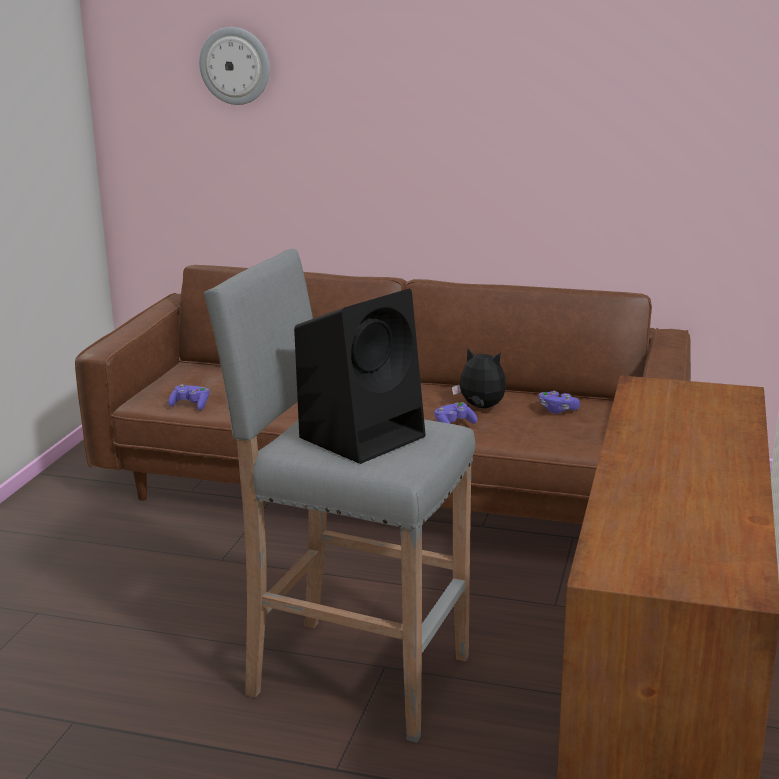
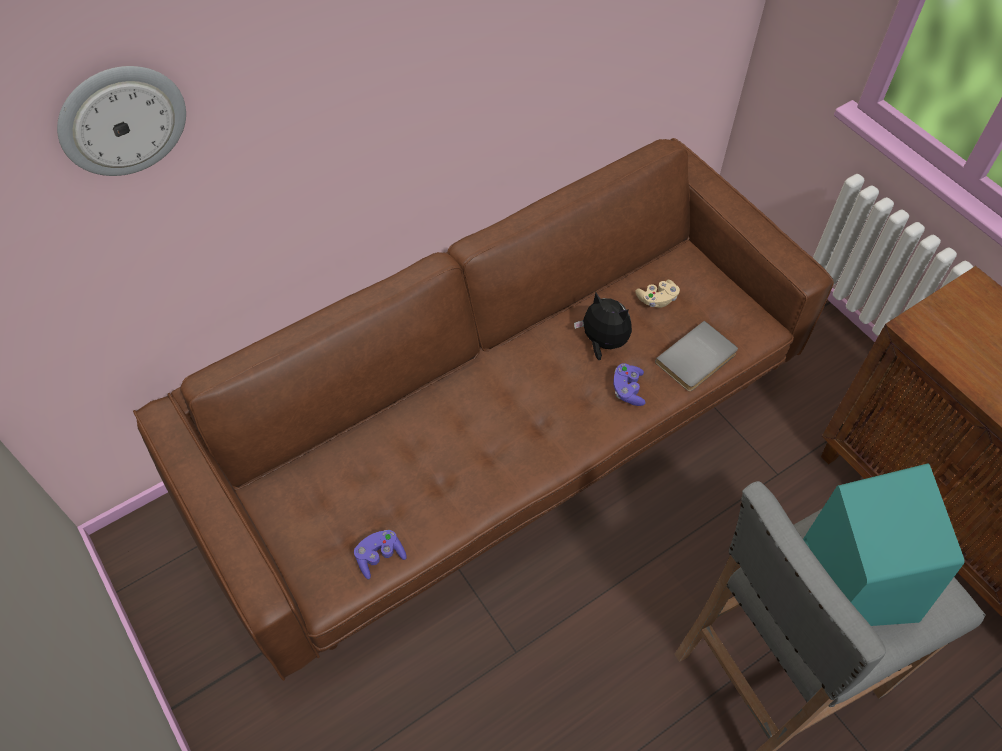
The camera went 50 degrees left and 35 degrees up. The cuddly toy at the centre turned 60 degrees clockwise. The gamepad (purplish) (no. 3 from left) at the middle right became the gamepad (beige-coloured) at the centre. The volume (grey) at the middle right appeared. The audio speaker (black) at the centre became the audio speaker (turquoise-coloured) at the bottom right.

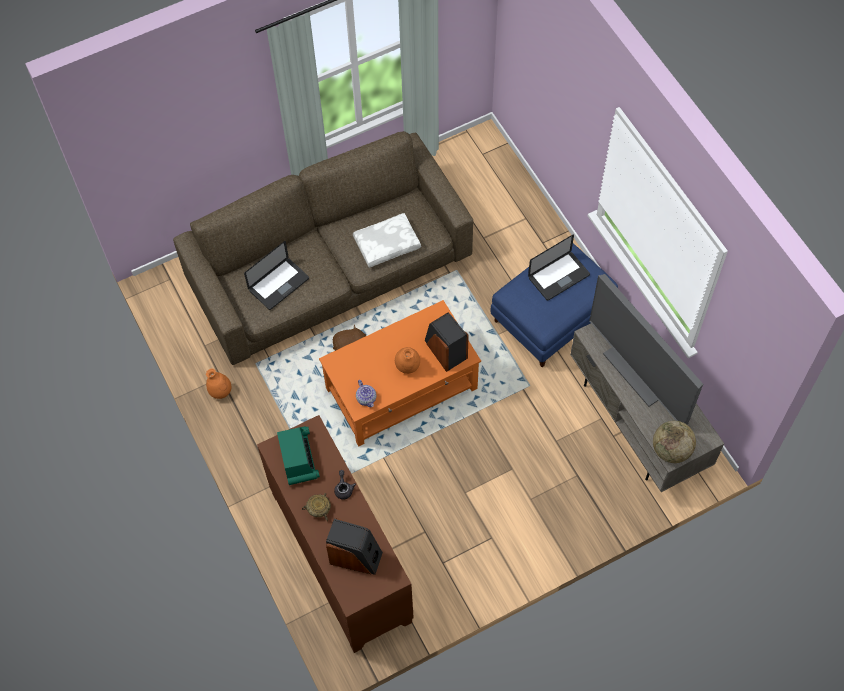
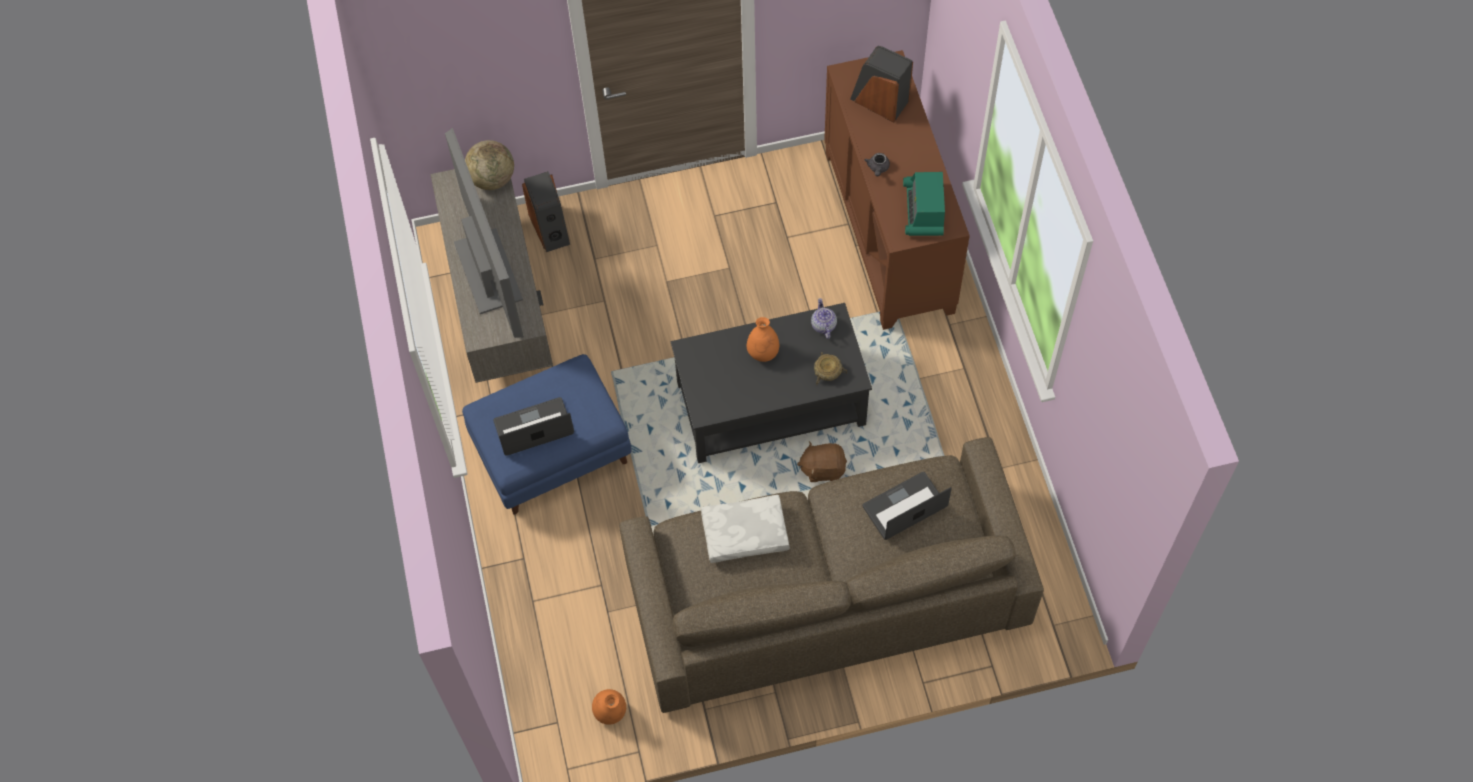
The camera went 165 degrees left and 0 degrees up. The audio speaker (no. 2 from left in the first image) moved from the centre to the top centre. The flower vase (orangey) (no. 1 from left) moved from the middle left to the bottom centre. The coffee table (orangey) at the centre became the coffee table (black) at the centre. The bowl (beige-coloured) moved from the bottom centre to the centre.

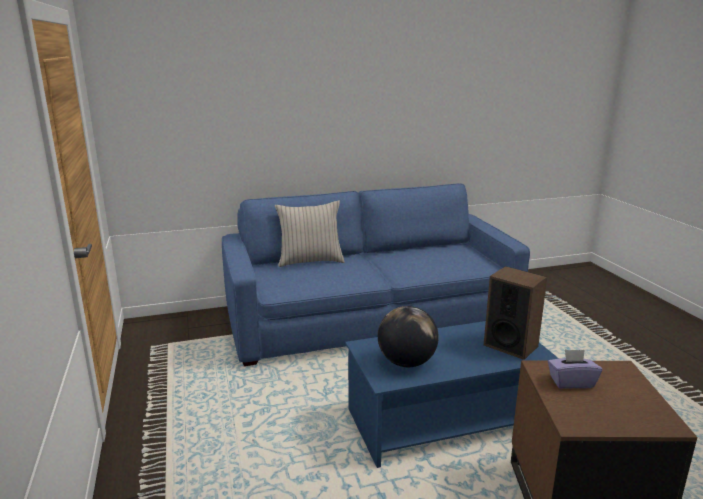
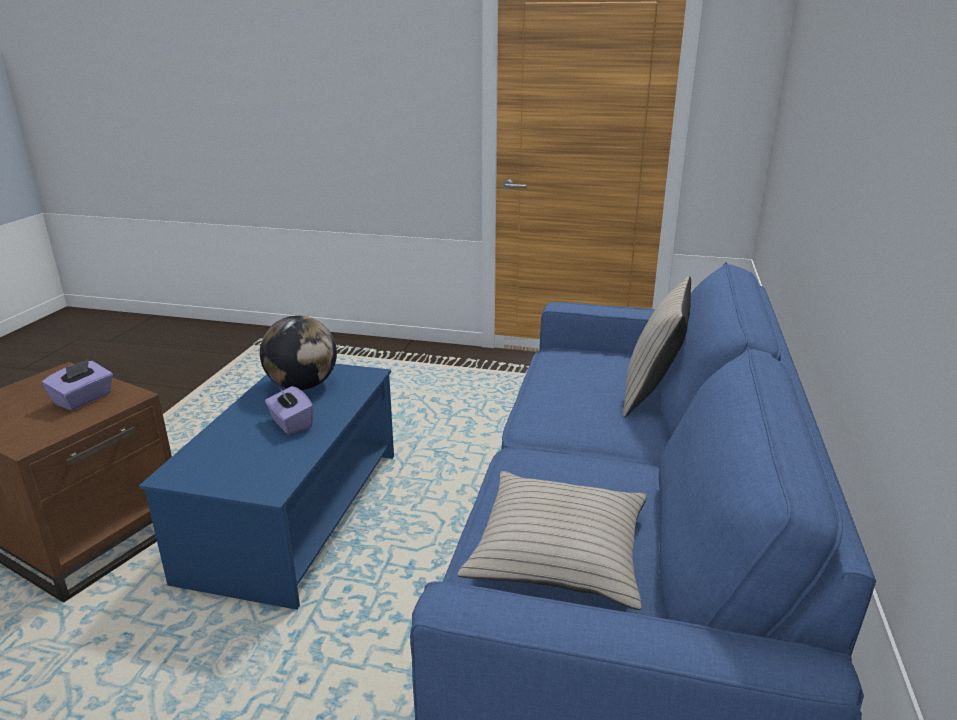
The camera went 120 degrees right and 5 degrees up. The tissue box (purplish) (no. 2 from left) at the middle left appeared. The pillow (beige-coloured) (no. 1 from left) at the bottom centre appeared. The audio speaker at the middle right disappeared.

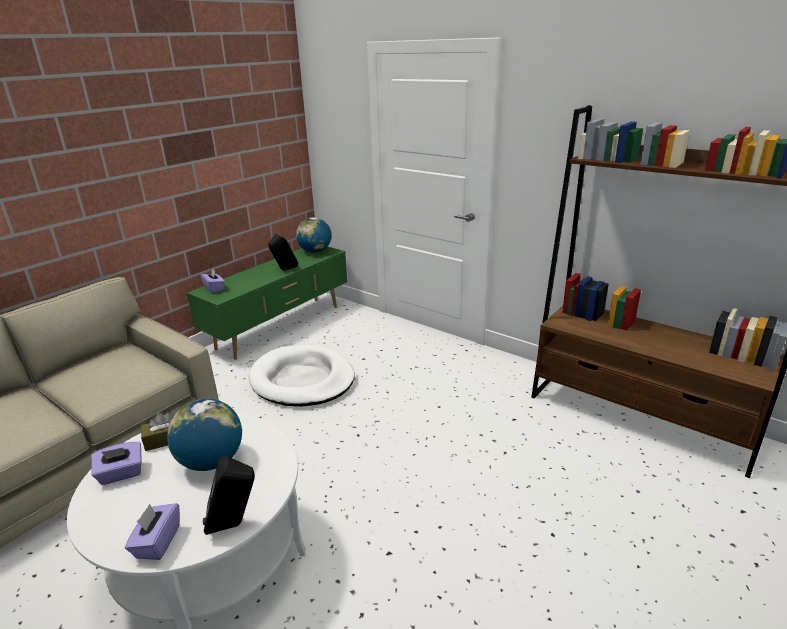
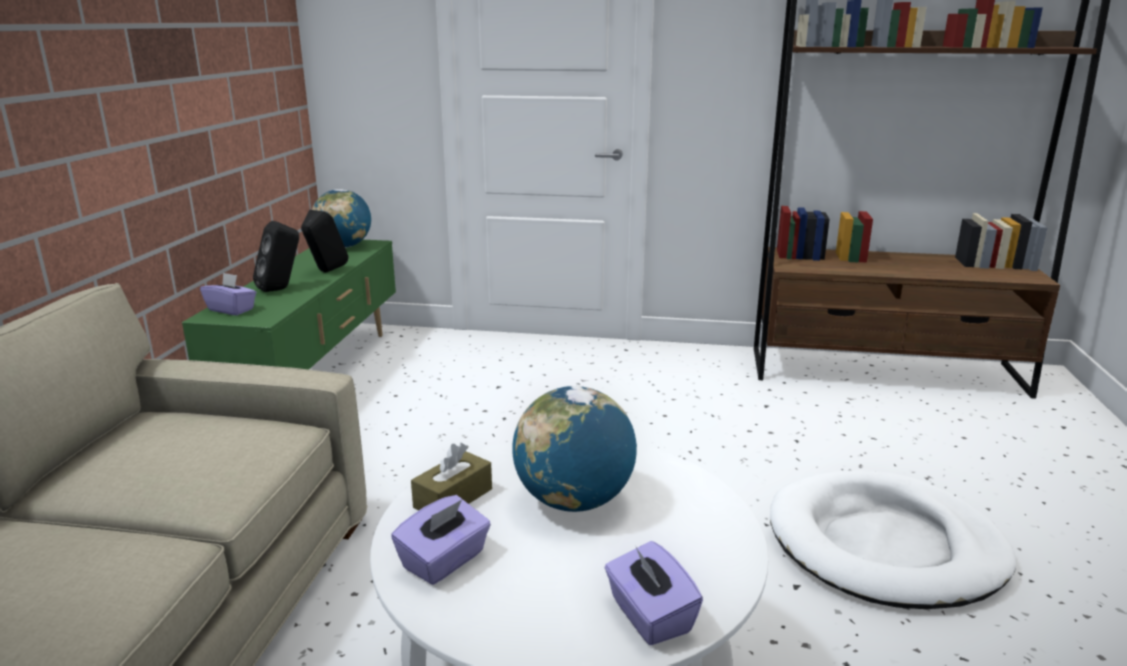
The camera went 30 degrees left and 5 degrees down. The audio speaker (black) (no. 1 from left) moved from the bottom left to the middle left. The dog bed (white) moved from the centre to the bottom right.

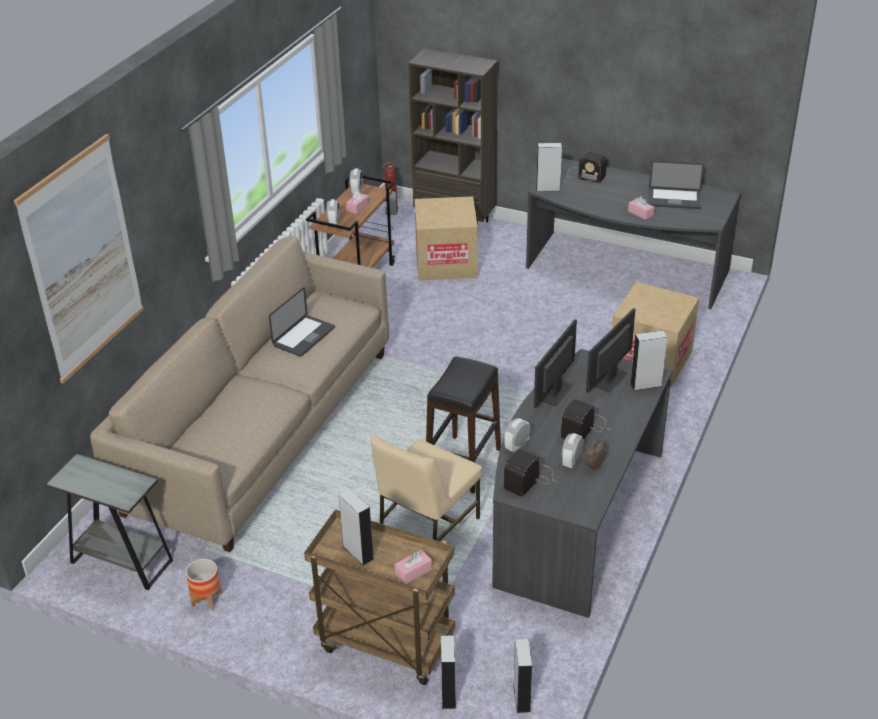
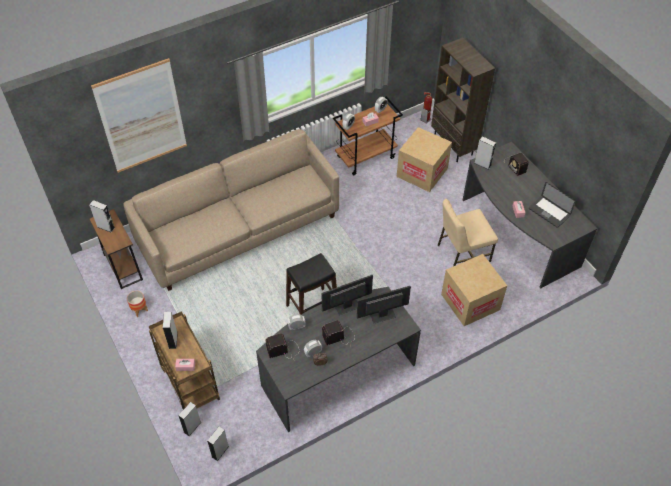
The camera went 35 degrees right and 15 degrees up. The audio speaker (grey) (no. 5 from left in the first image) moved from the middle right to the middle left. The side table (grey) at the bottom left became the side table (brown) at the middle left. The plain chair (beige-coloured) moved from the bottom centre to the middle right. The notebook computer (no. 1 from left) at the centre disappeared.

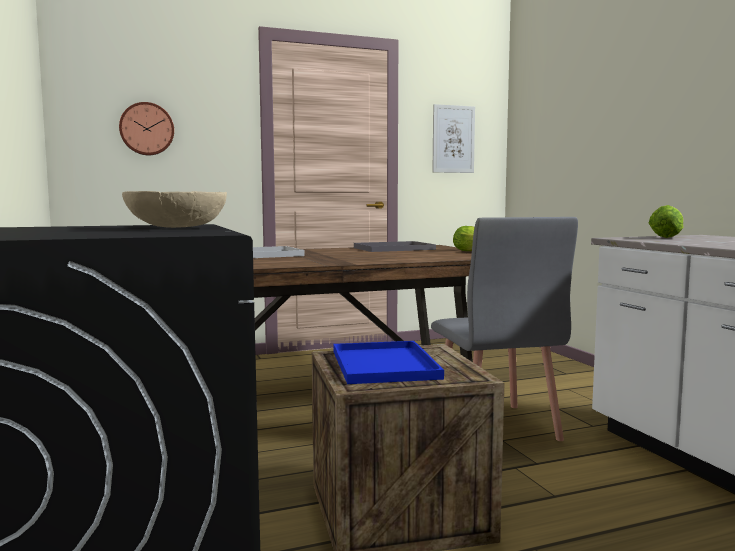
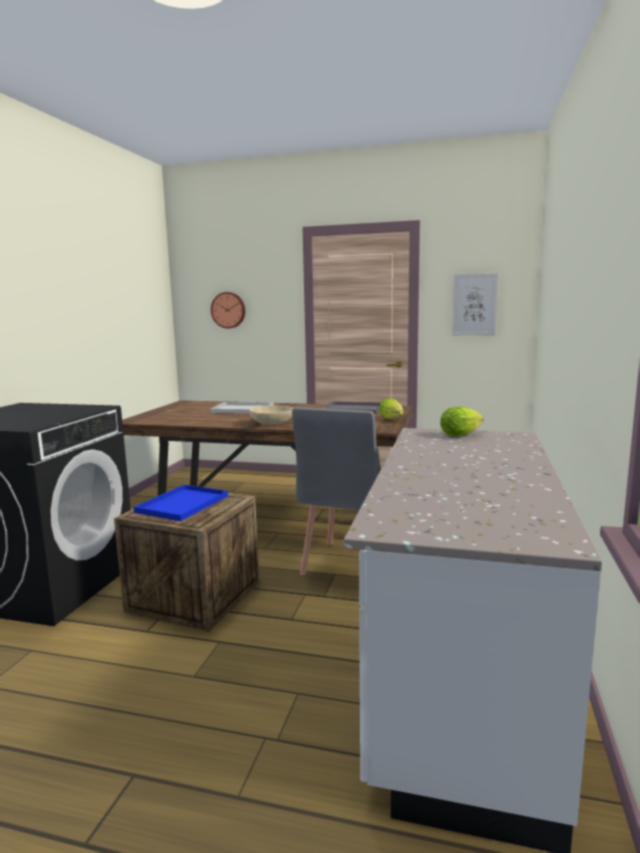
The camera went 35 degrees right and 5 degrees up. The bowl (beige-coloured) moved from the middle left to the centre.

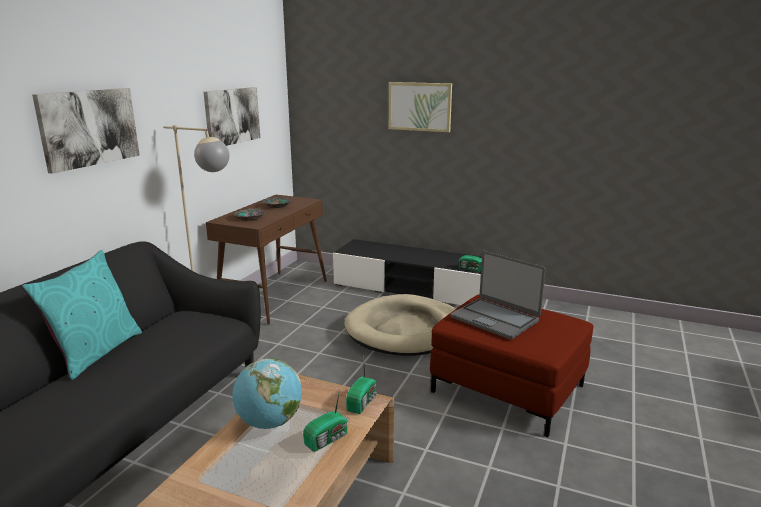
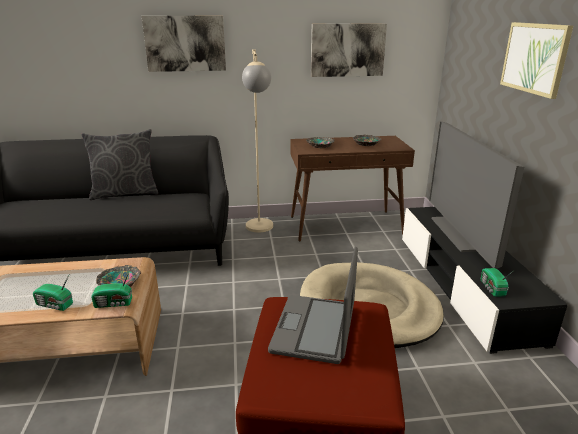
The camera went 60 degrees right and 5 degrees up. The pillow (turquoise-coloured) at the middle left became the pillow (grey) at the middle left. The bowl (no. 1 from left) at the middle left appeared. The TV set at the middle right appeared. The world globe at the bottom centre disappeared.

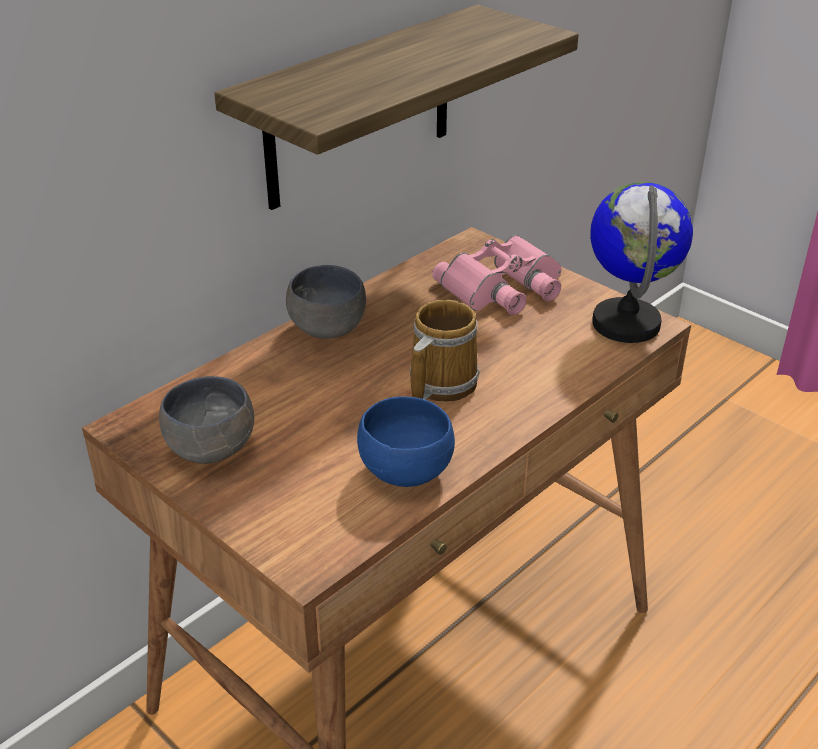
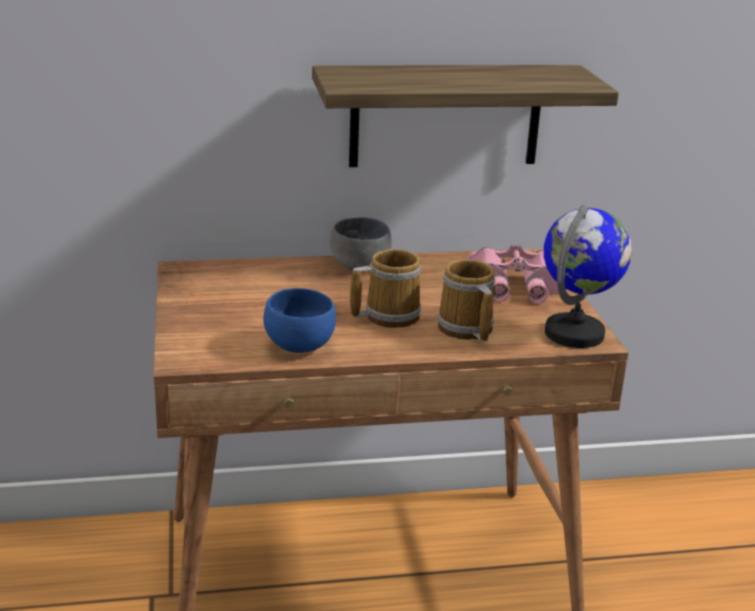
The camera went 35 degrees right and 10 degrees down. The mug (no. 2 from left) at the centre appeared. The bowl (grey) (no. 1 from left) at the middle left disappeared.

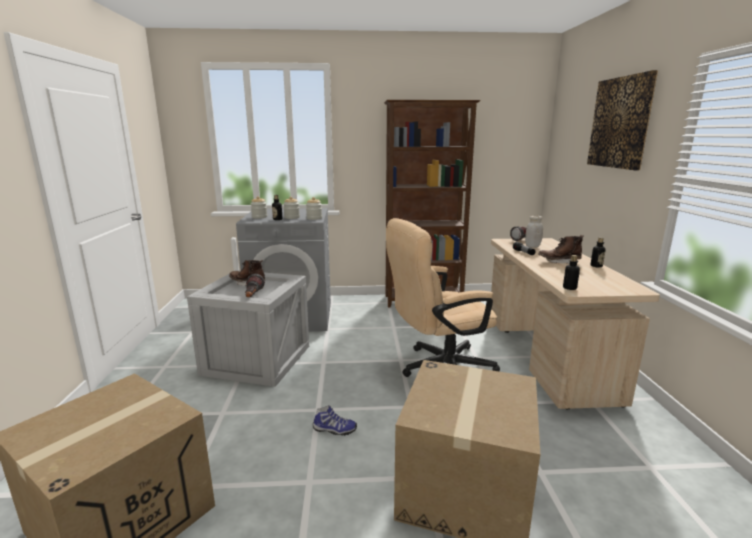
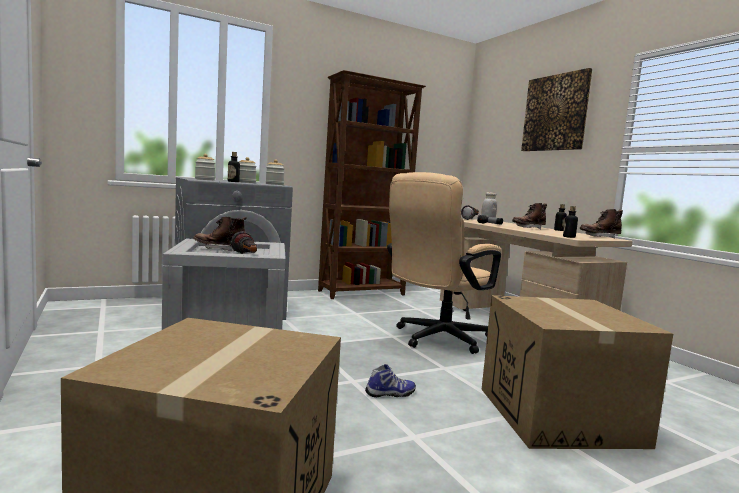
The camera went 25 degrees left and 10 degrees down. The tall boot (brown) (no. 3 from left) at the middle right appeared.

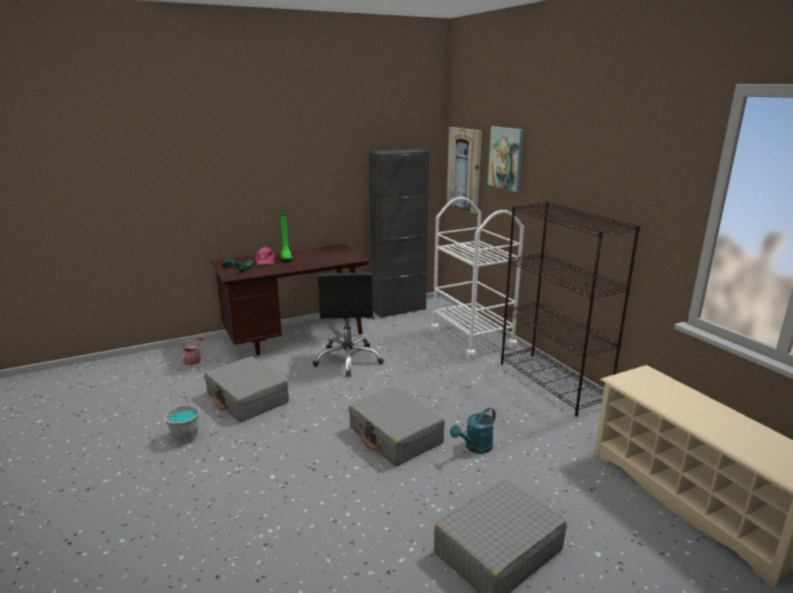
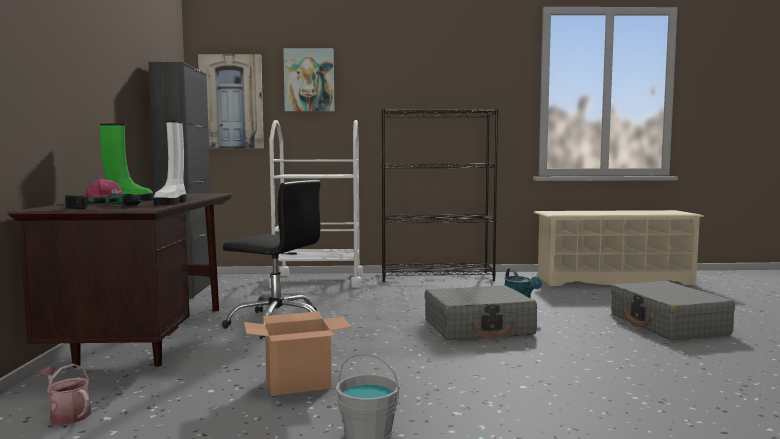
The camera went 65 degrees left and 15 degrees down. The tall boot (white) at the middle left appeared. The travel case (grey) (no. 1 from left) at the middle left was replaced by the cardboard box at the bottom centre.

